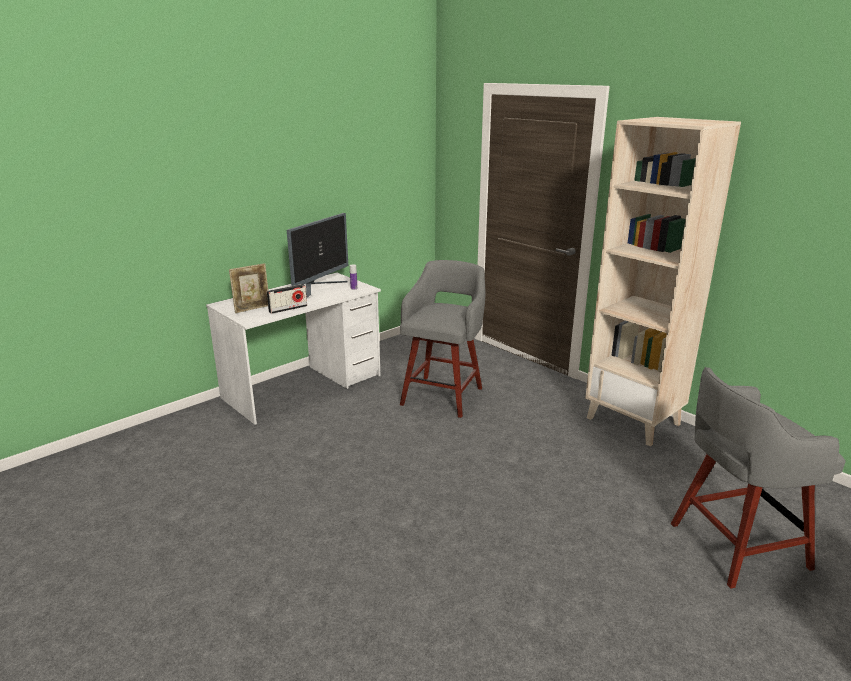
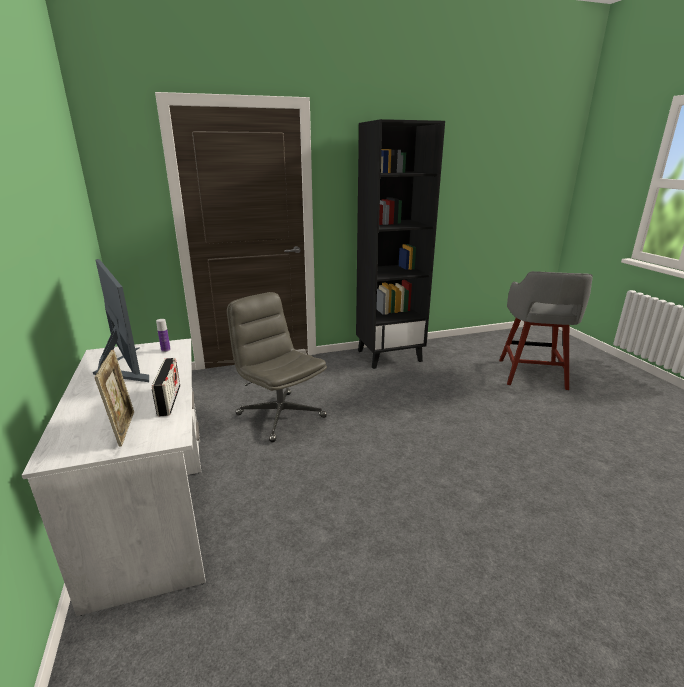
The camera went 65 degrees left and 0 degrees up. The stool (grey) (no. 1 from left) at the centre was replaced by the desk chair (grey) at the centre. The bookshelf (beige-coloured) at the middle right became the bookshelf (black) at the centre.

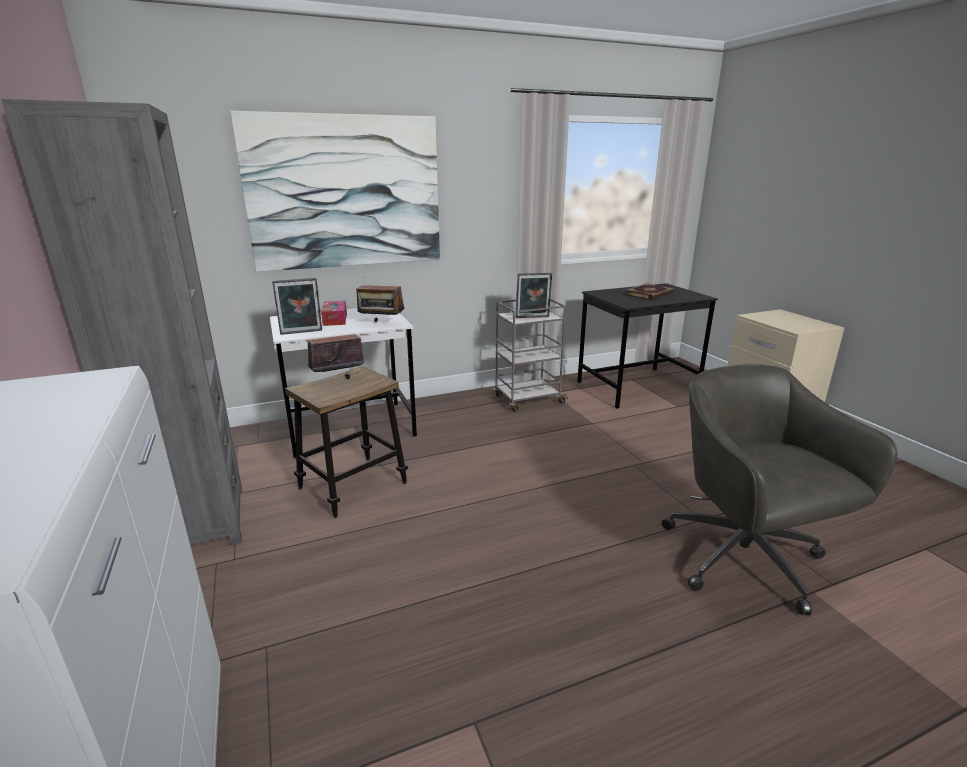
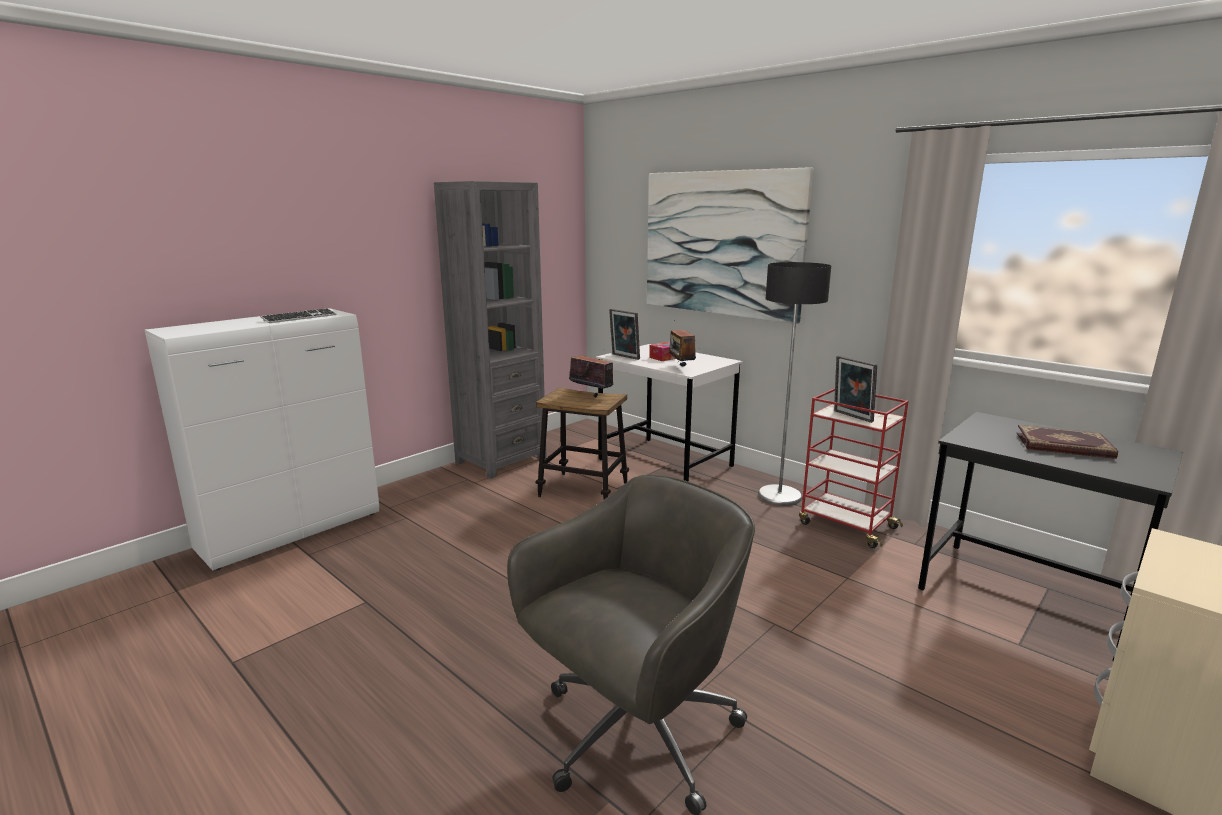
The camera went 65 degrees right and 5 degrees down. The computer keyboard at the middle left appeared. The standing lamp at the centre appeared. The wheeled cart (grey) at the centre became the wheeled cart (red-coloured) at the middle right.

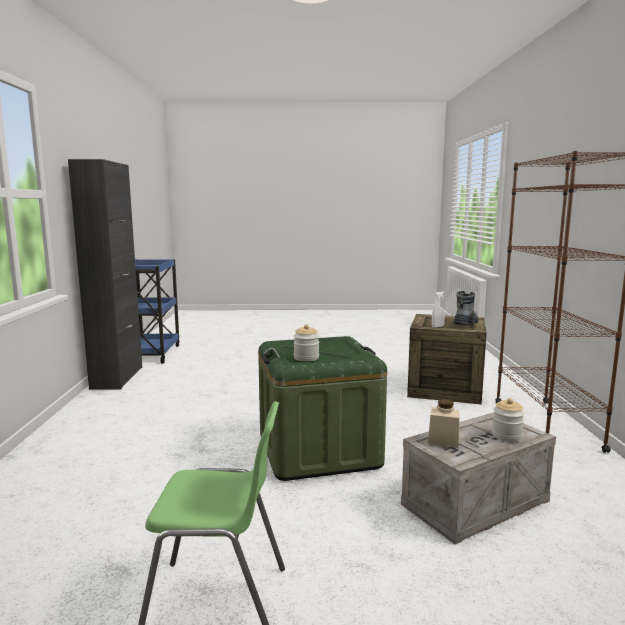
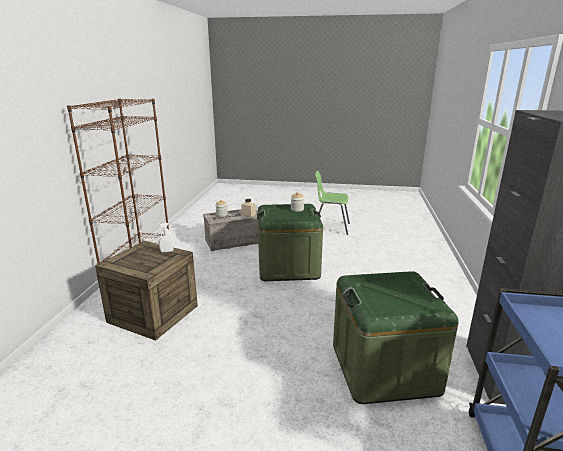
The camera went 170 degrees left and 10 degrees up. The storage bin (green-coloured) (no. 2 from left) at the bottom right appeared. The tall boot at the middle right disappeared.

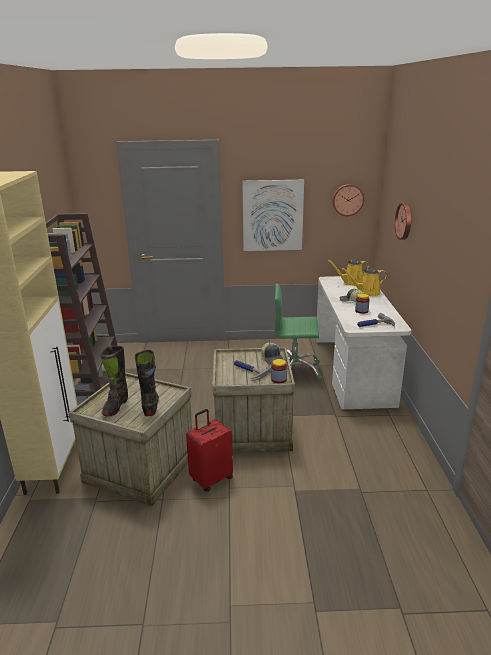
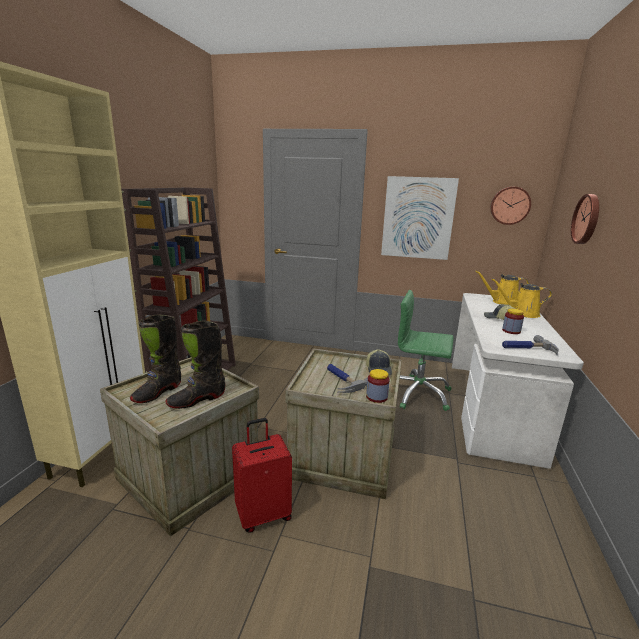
The camera went 15 degrees right and 5 degrees down. The tall boot (black) (no. 2 from left) at the middle left turned 135 degrees counterclockwise.

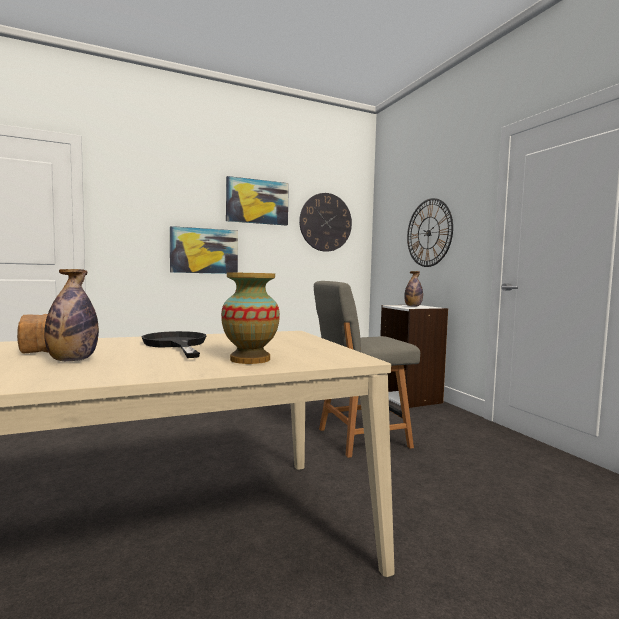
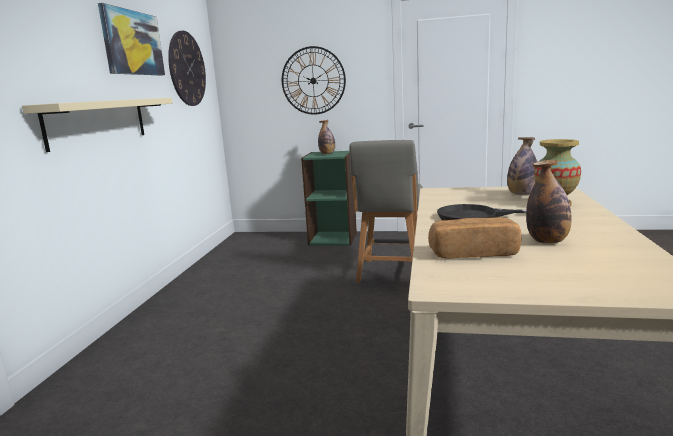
The camera went 55 degrees left and 10 degrees up. The wall picture (no. 1 from left) at the middle left was replaced by the bracket shelf (beige-coloured) at the top left. The bookshelf (white) at the middle right became the bookshelf (green-coloured) at the centre. The bottle (no. 2 from left) at the middle right appeared.

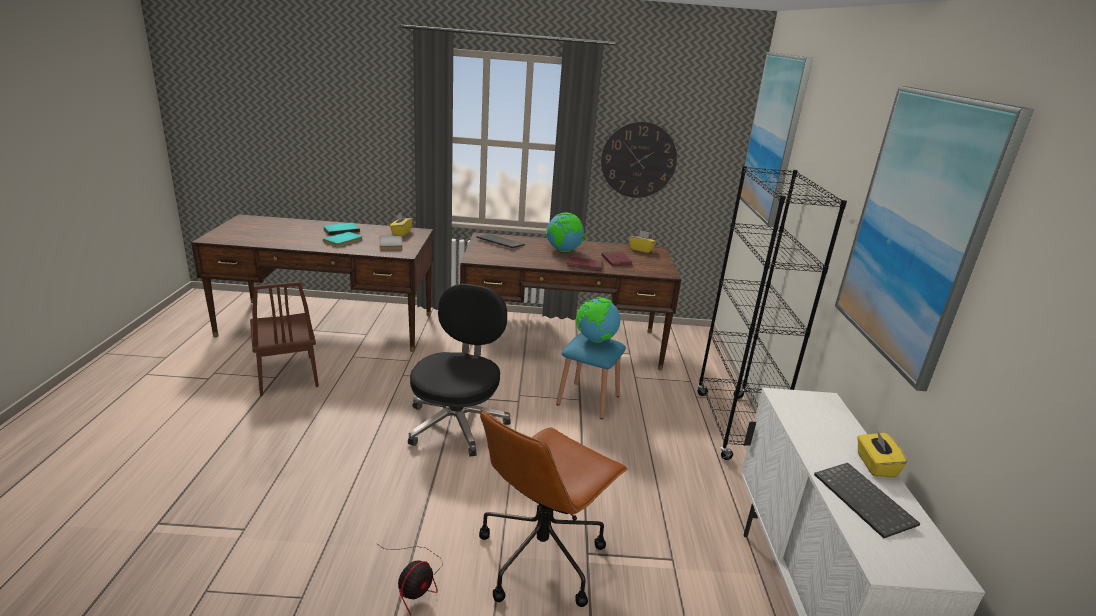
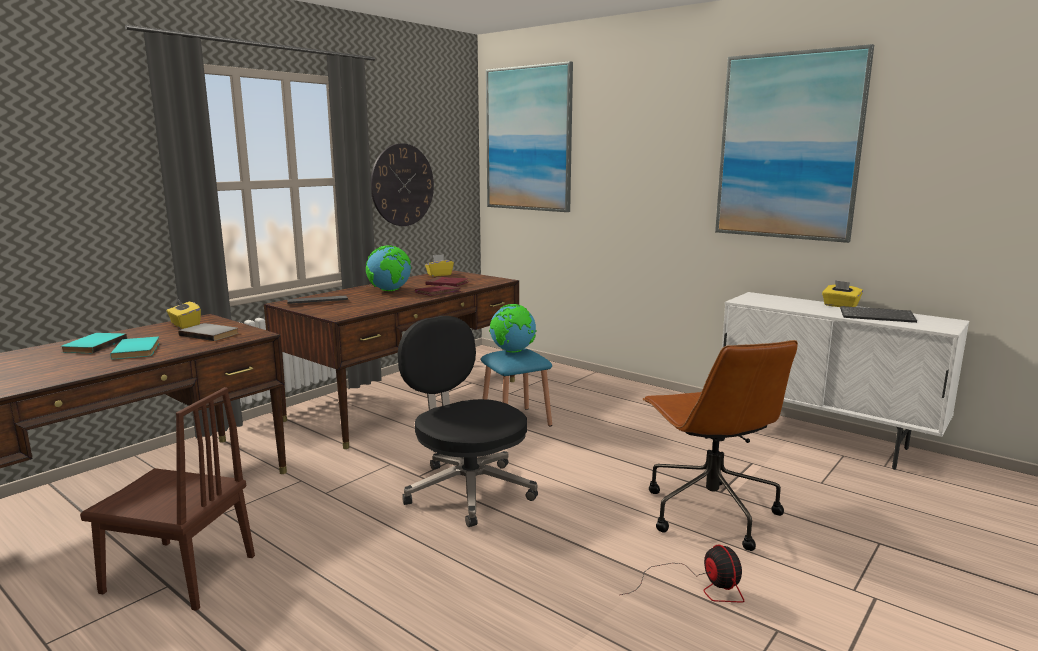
The camera went 50 degrees left and 10 degrees down. The bookshelf (black) at the middle right disappeared.

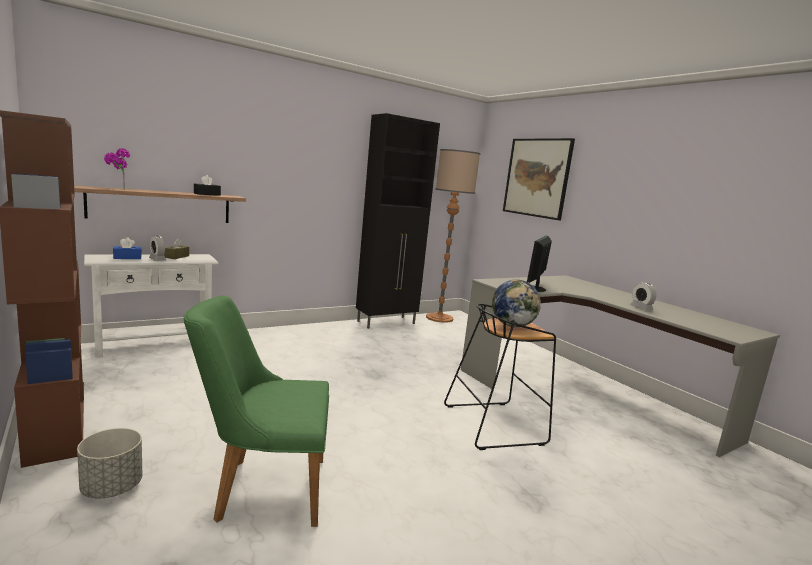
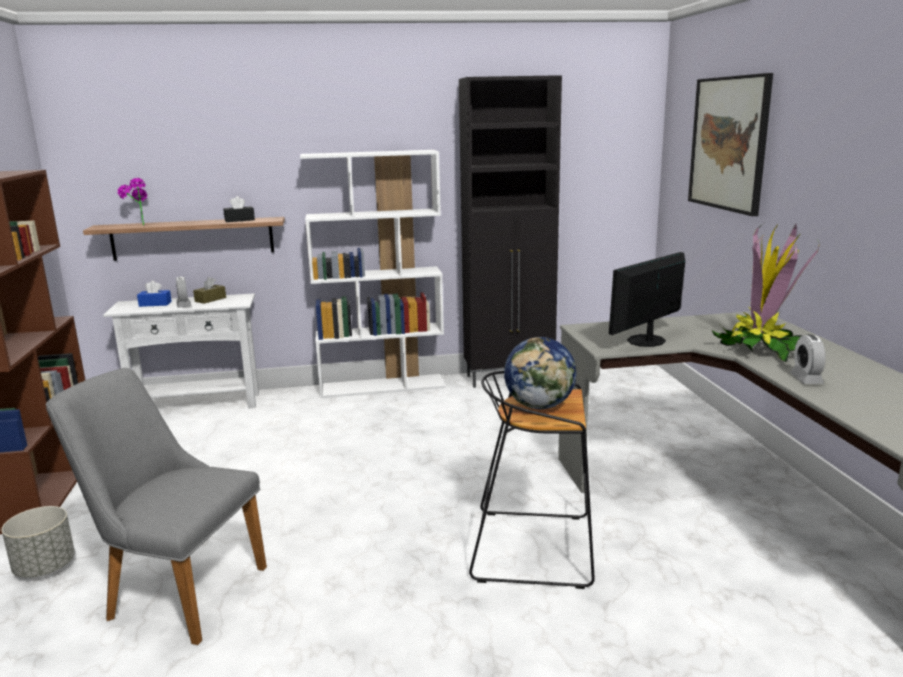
The camera went 25 degrees right and 5 degrees up. The plain chair (green-coloured) at the bottom left became the plain chair (grey) at the bottom left. The bookshelf (white) at the centre appeared. The houseplant (no. 2 from left) at the middle right appeared. The standing lamp at the centre disappeared.

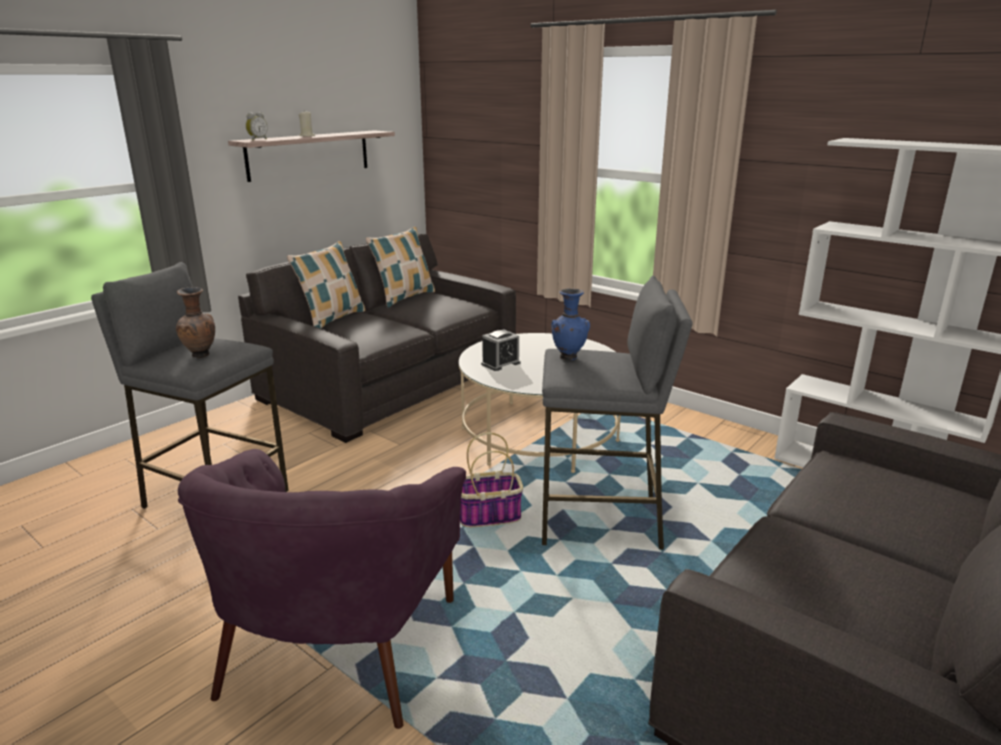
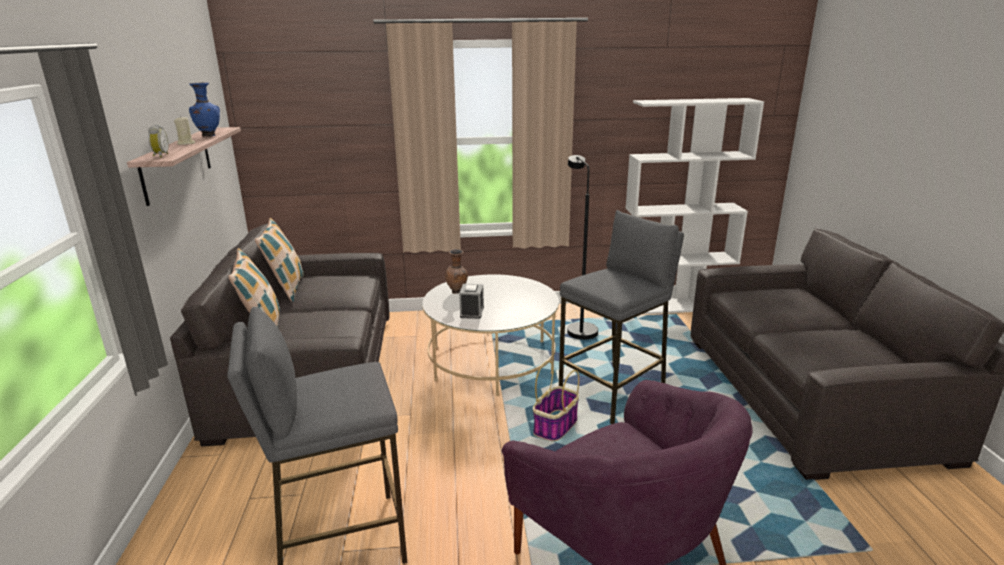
The camera went 45 degrees left and 0 degrees up. The flower vase (bluish) moved from the centre to the top left. The flower vase (brown) moved from the middle left to the centre. The standing lamp (black) at the centre appeared.

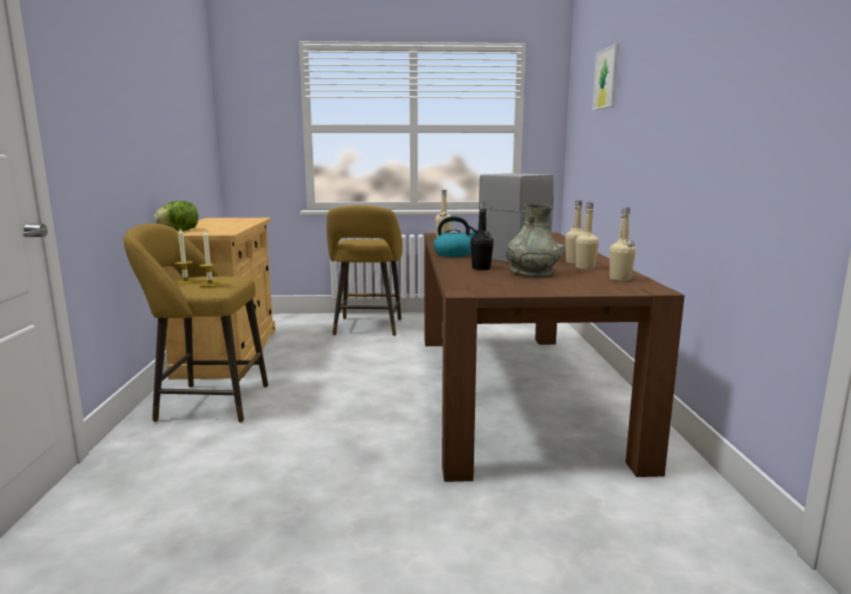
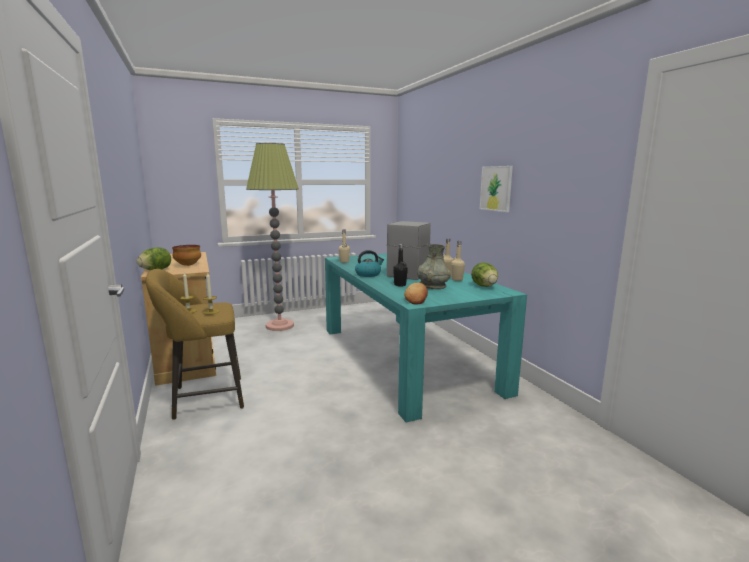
The camera went 20 degrees left and 0 degrees up. The bowl at the middle left appeared. The stool (yellow) (no. 2 from left) at the centre was replaced by the standing lamp at the centre. The dinner table (brown) at the centre became the dinner table (turquoise-coloured) at the centre. The bakery bread at the centre appeared. The bottle (beige-coloured) (no. 4 from left) at the middle right was replaced by the lettuce head (no. 2 from left) at the centre. The wall picture moved from the top right to the centre.

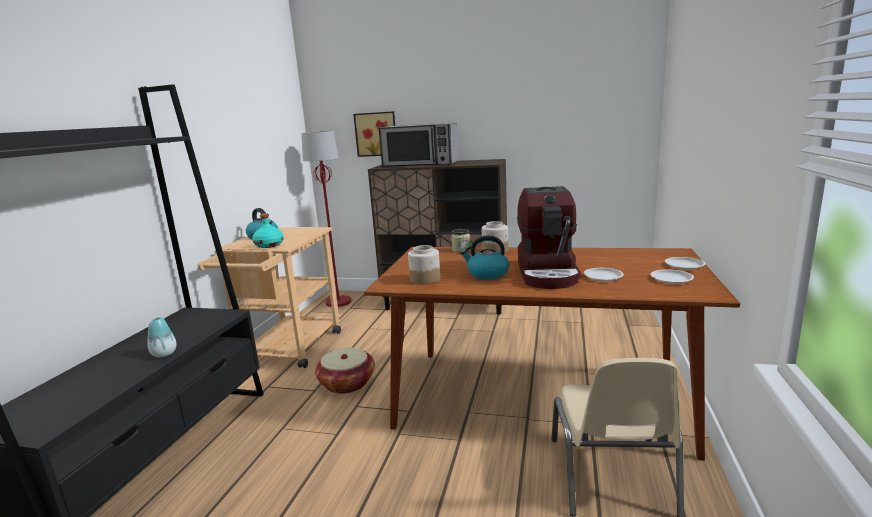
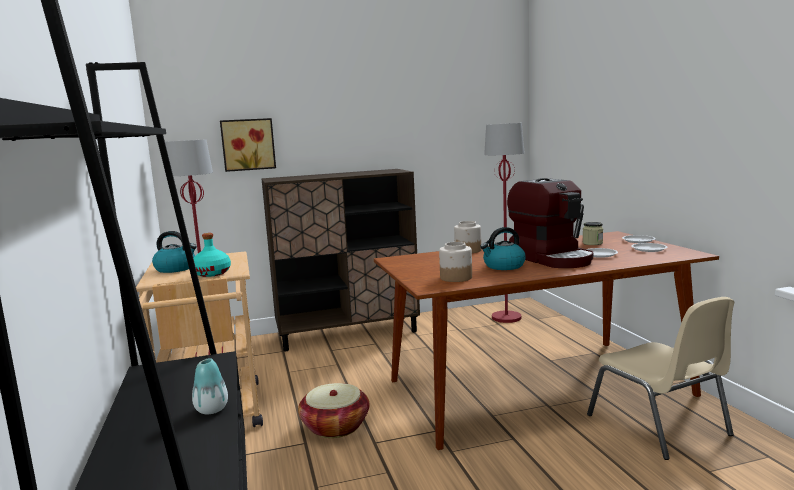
The camera went 30 degrees left and 5 degrees down. The standing lamp (red-coloured) (no. 2 from left) at the centre appeared. The preserve jar (no. 2 from left in the first image) moved from the centre to the middle right. The microwave oven at the top centre disappeared.

